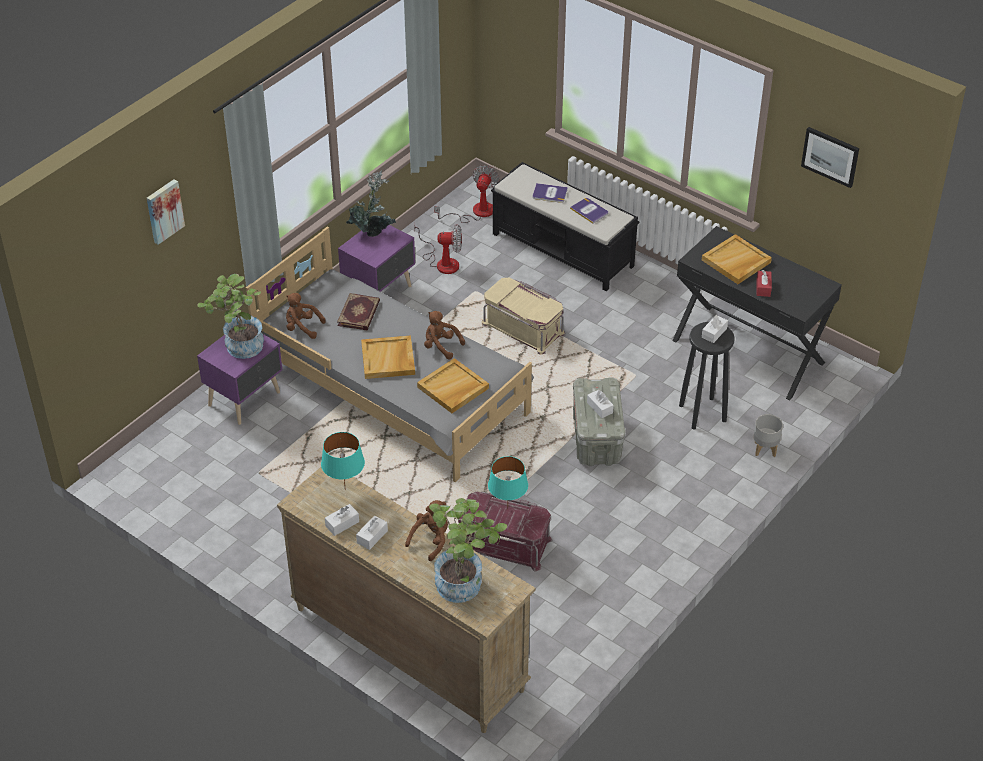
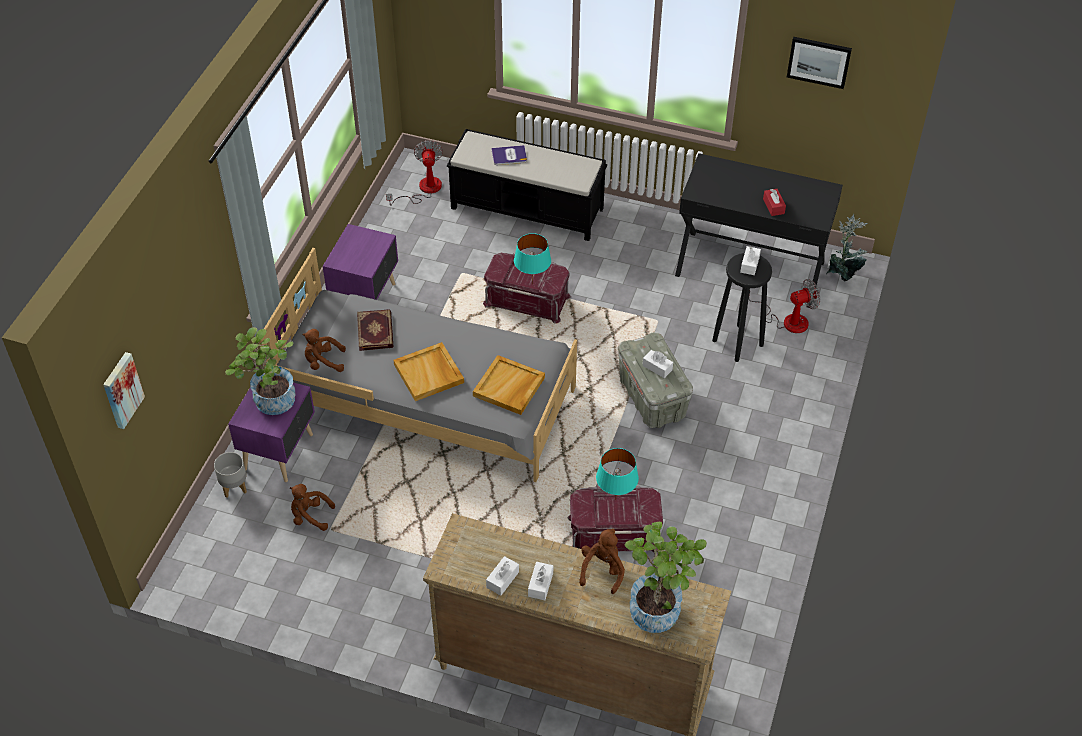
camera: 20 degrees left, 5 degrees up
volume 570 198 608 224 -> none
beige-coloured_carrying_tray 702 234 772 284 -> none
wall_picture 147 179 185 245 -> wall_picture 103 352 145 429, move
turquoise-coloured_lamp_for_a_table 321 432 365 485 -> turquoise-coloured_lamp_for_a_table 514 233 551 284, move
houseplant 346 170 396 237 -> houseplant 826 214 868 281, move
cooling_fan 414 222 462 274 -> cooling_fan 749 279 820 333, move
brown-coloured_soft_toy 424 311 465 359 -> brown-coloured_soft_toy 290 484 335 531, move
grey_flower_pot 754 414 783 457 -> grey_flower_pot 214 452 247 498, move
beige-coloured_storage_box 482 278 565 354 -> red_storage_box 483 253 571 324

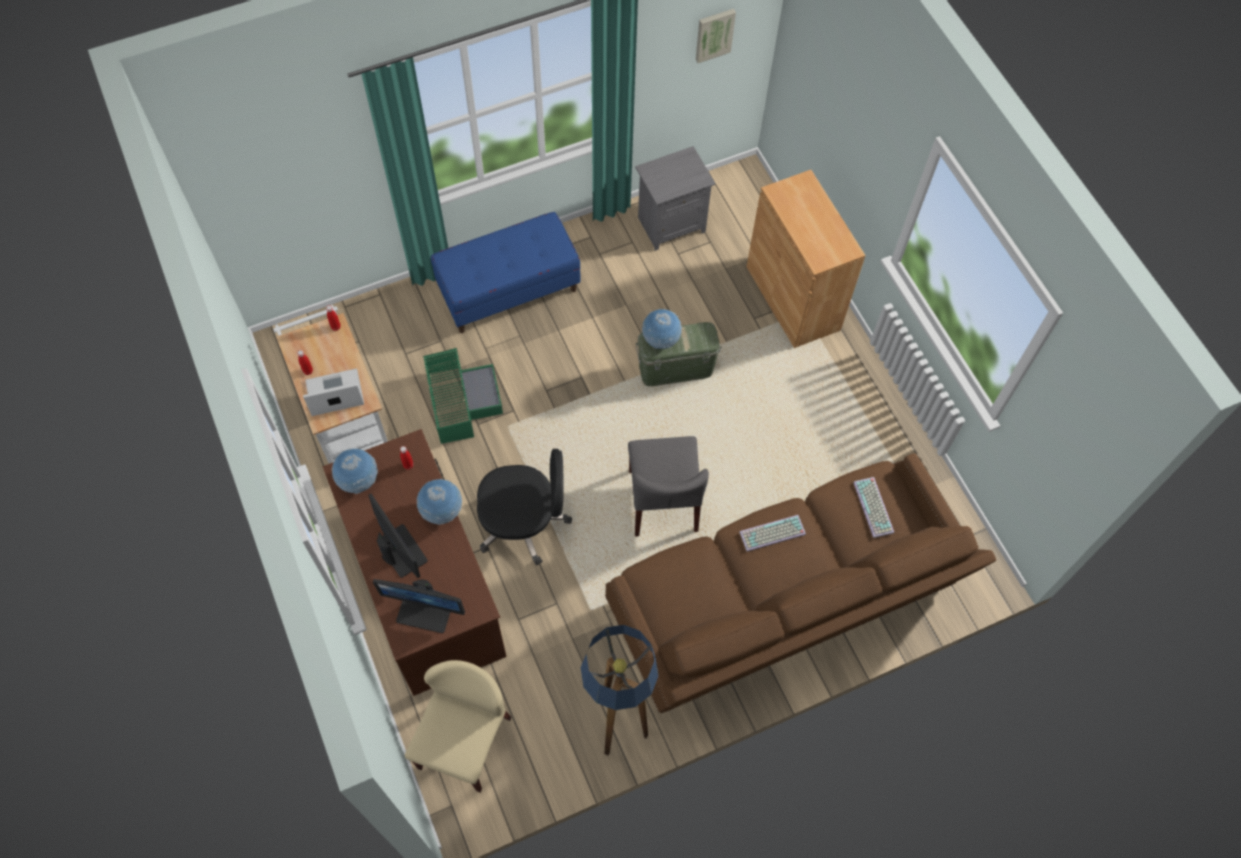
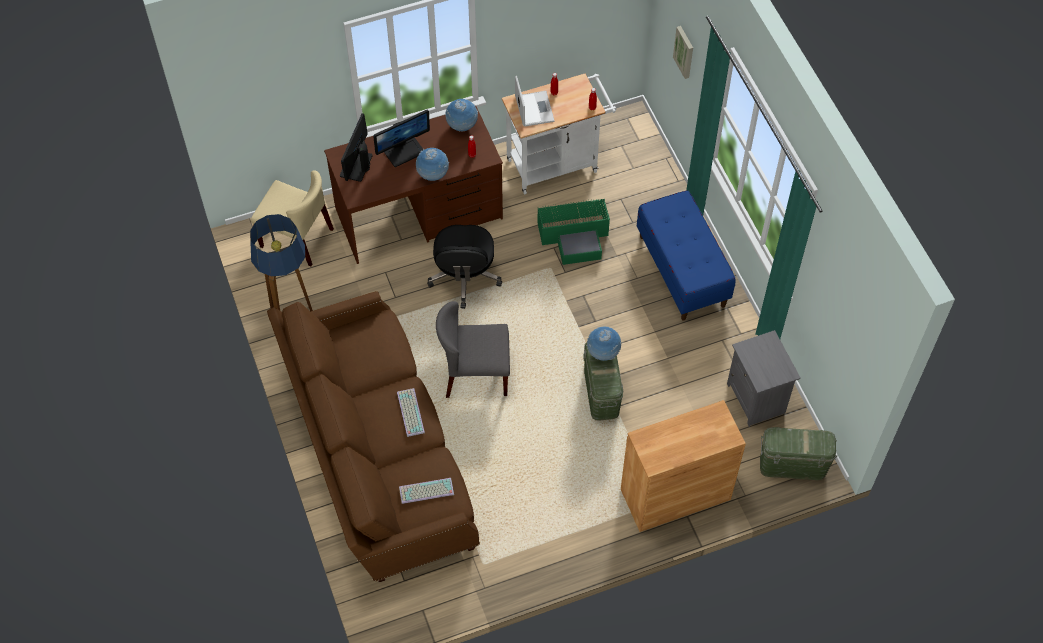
camera: 95 degrees right, 5 degrees down
none -> green-coloured_storage_box 760 427 837 480
wall_picture 696 9 736 63 -> wall_picture 673 26 693 79, move

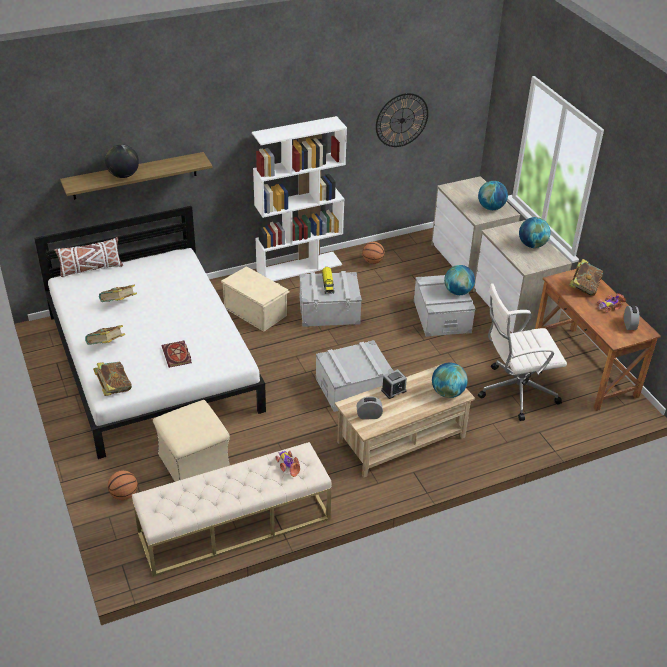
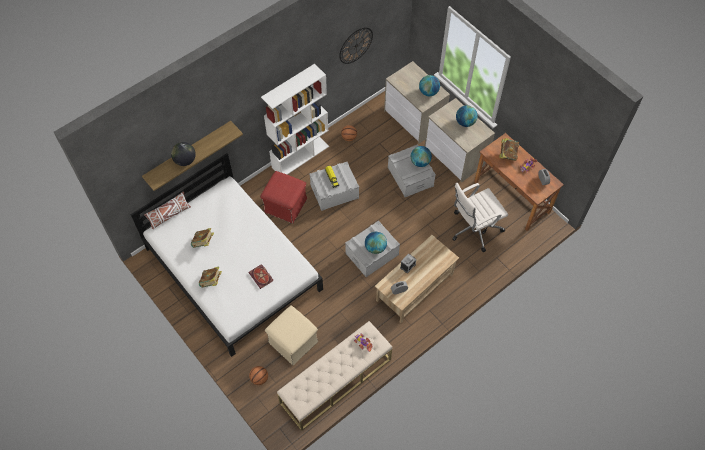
camera: 15 degrees left, 20 degrees up
volume 93 362 132 396 -> none
desk_globe 432 362 468 398 -> desk_globe 365 232 387 254, move
beige-coloured_storage_box 221 266 290 332 -> red_ottoman 260 171 307 224

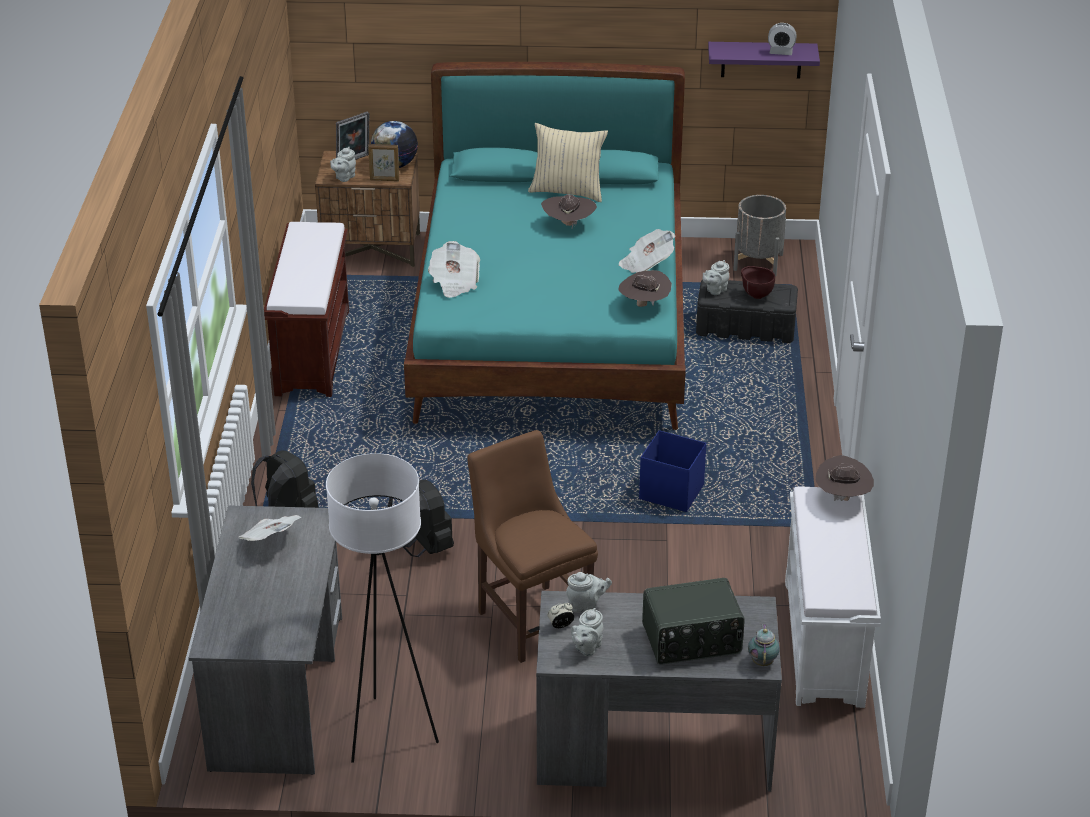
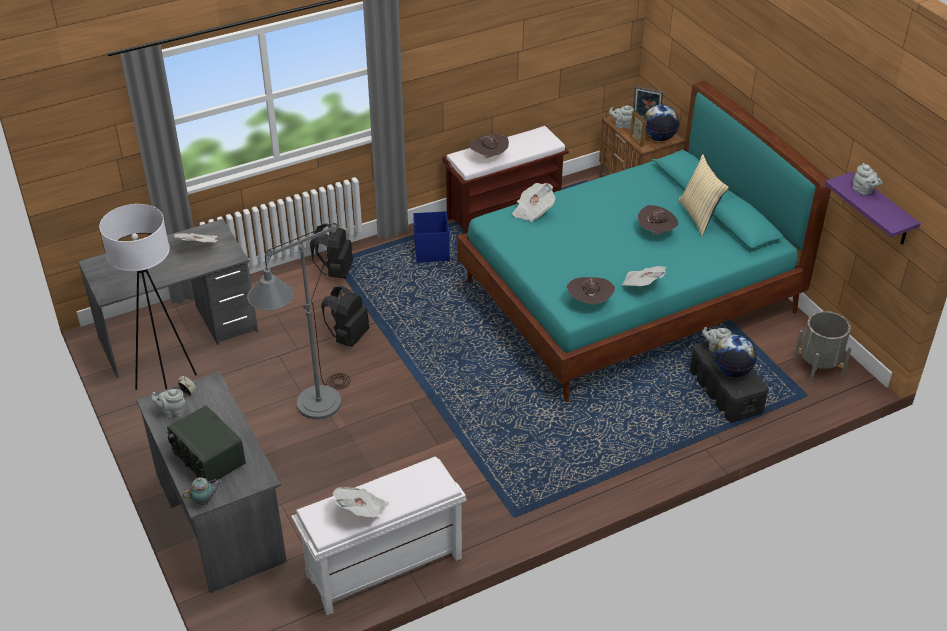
camera: 60 degrees right, 5 degrees up
table_clock 768 23 797 55 -> none
none -> newspaper 333 487 389 518
grey_teapot 566 572 612 613 -> grey_teapot 853 163 883 195, move
blue_storage_box 639 430 706 512 -> blue_storage_box 413 211 450 263, move
brown-coloured_hat 816 455 874 501 -> brown-coloured_hat 470 134 509 159, move
brown-coloured_plain_chair 467 430 598 663 -> grey_standard_lamp 247 223 351 420
brown-coloured_serving_bowl 741 266 775 299 -> desk_globe 713 334 757 377

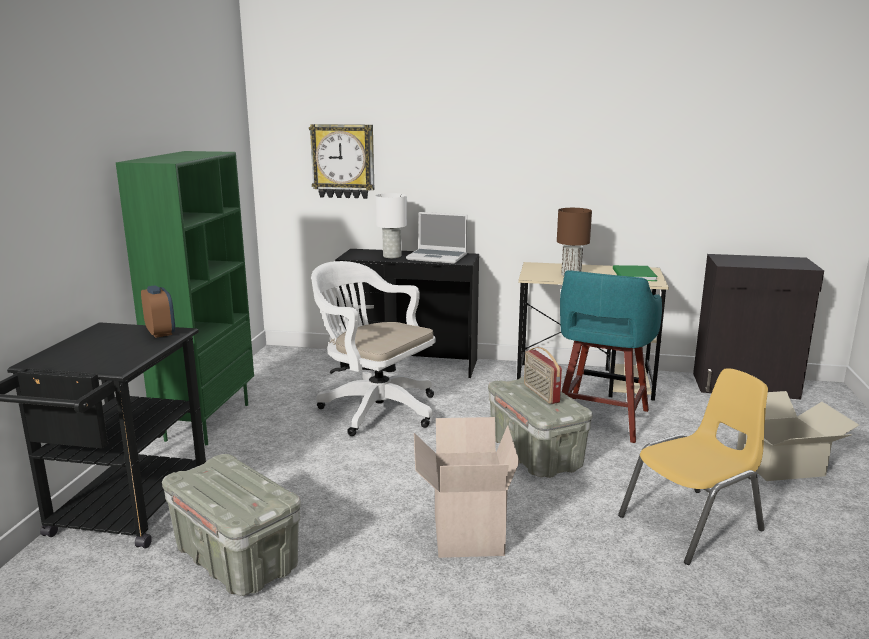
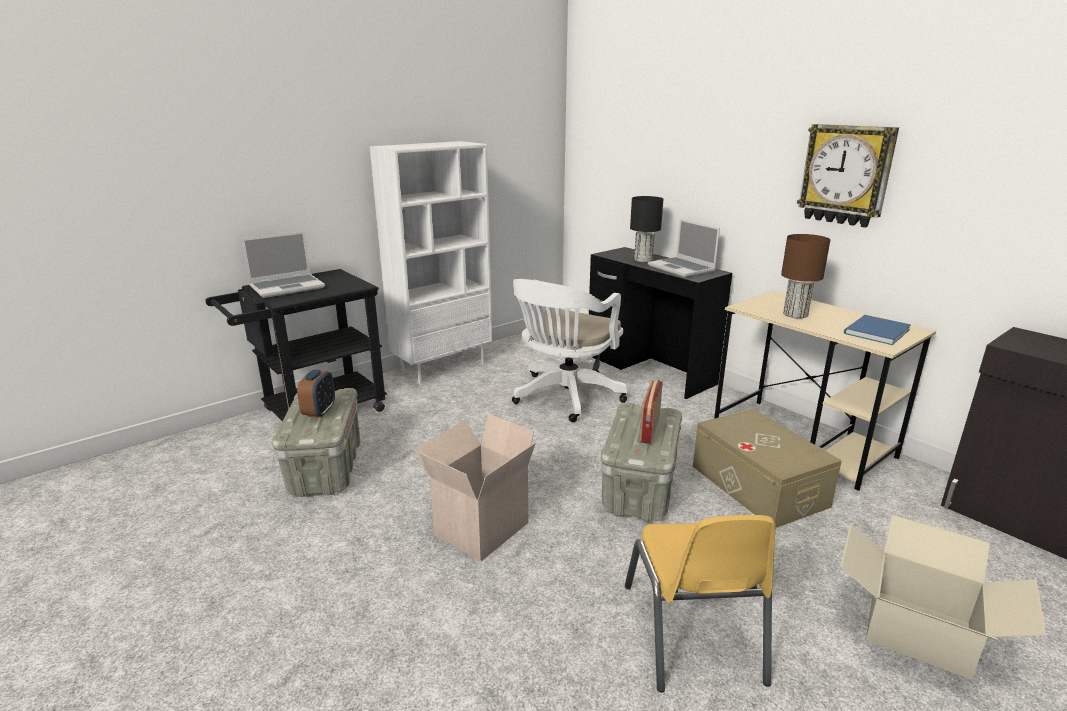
camera: 40 degrees right, 5 degrees up
none -> portable_computer 242 231 325 298
table_clock 141 285 175 338 -> table_clock 297 370 335 418, move
wall_clock 309 124 374 199 -> wall_clock 797 124 899 228, move
turquoise-coloured_stool_seat 560 270 662 443 -> beige-coloured_storage_box 693 409 842 528
green-coloured_bookcase 116 151 254 445 -> white-coloured_bookcase 370 141 493 384
white-coloured_lamp_for_a_table 376 193 407 258 -> black-coloured_lamp_for_a_table 630 196 663 262
green-coloured_volume 613 265 658 281 -> blue_volume 844 315 911 345
white-coloured_computer_chair 311 261 435 436 -> white-coloured_computer_chair 512 279 627 422, 135 degrees counterclockwise
yellow-coloured_plain_chair 618 368 768 565 -> yellow-coloured_plain_chair 625 515 776 692, 75 degrees clockwise

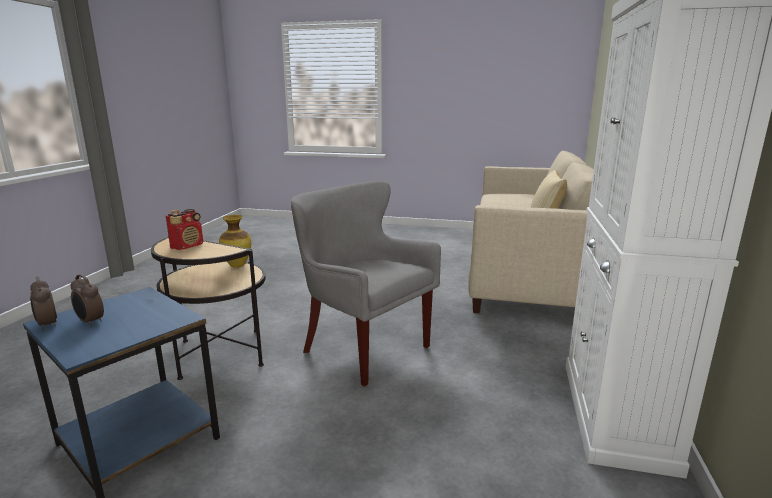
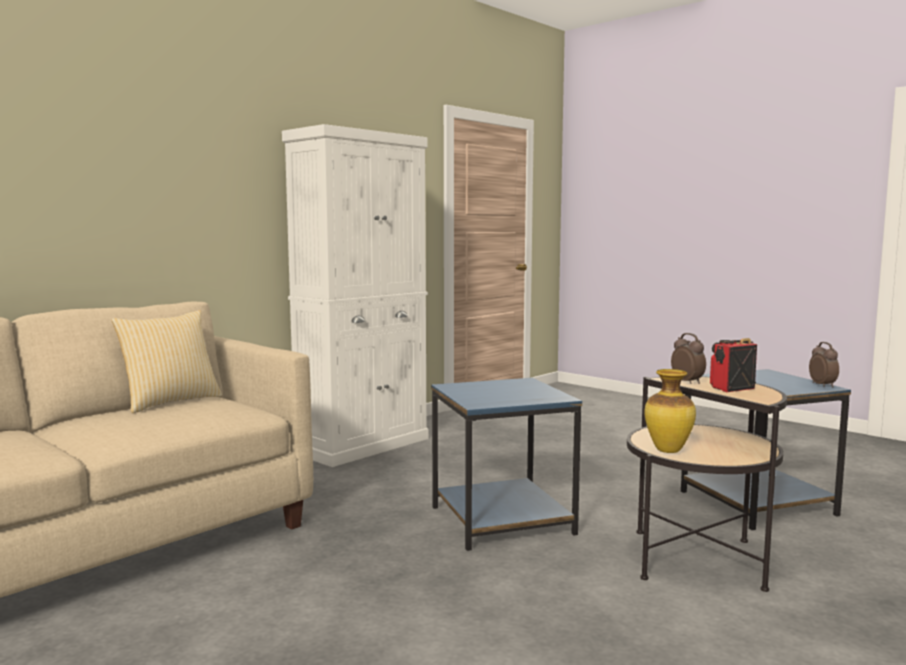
camera: 150 degrees left, 10 degrees down
table_clock 71 274 104 327 -> table_clock 671 333 706 384, move
grey_easy_chair 291 181 441 387 -> blue_side_table 431 378 582 551

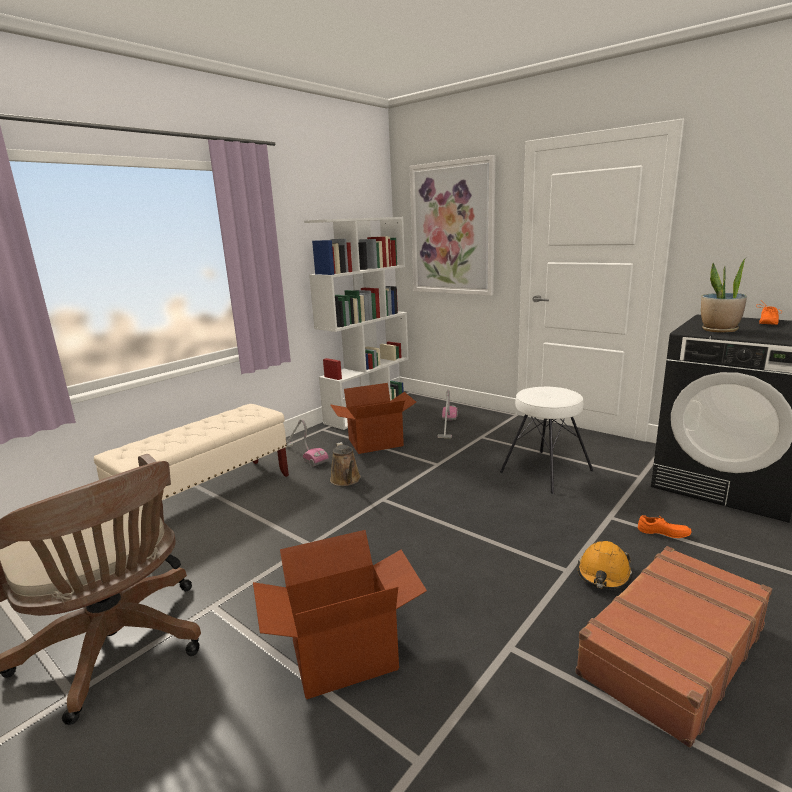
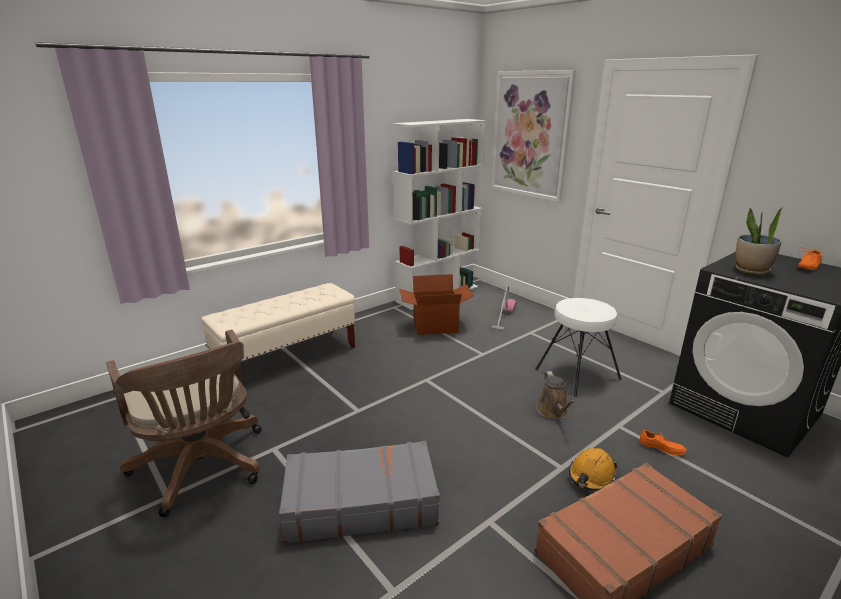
camera: 10 degrees right, 5 degrees up
hoover 285 419 329 467 -> none
brown-coloured_watering_pot 330 442 361 486 -> brown-coloured_watering_pot 536 371 575 419, move
carton 253 530 427 699 -> grey_piece_of_luggage 279 441 440 544

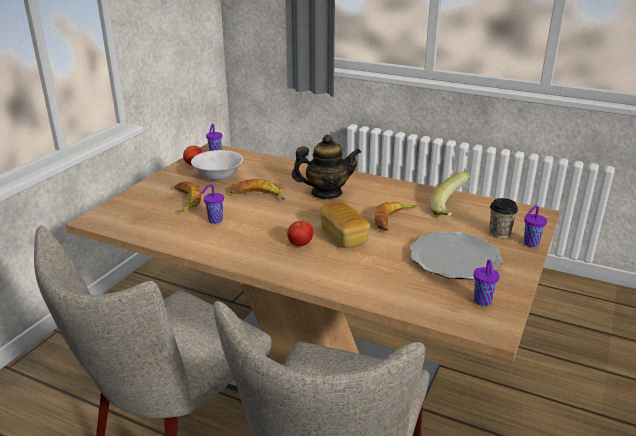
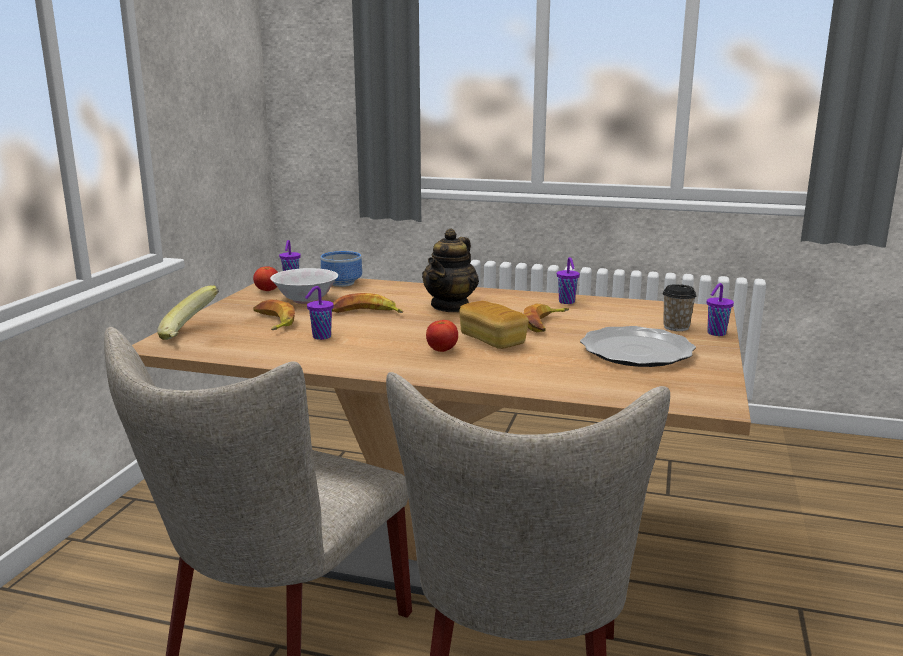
camera: 10 degrees left, 10 degrees down
none -> serving_bowl 321 251 362 287
whole_banana 430 172 471 216 -> whole_banana 157 286 219 340, move
purple-coloured_cup 474 259 500 306 -> purple-coloured_cup 557 257 580 304, move
teapot 292 134 361 199 -> teapot 422 228 479 312, 135 degrees clockwise

